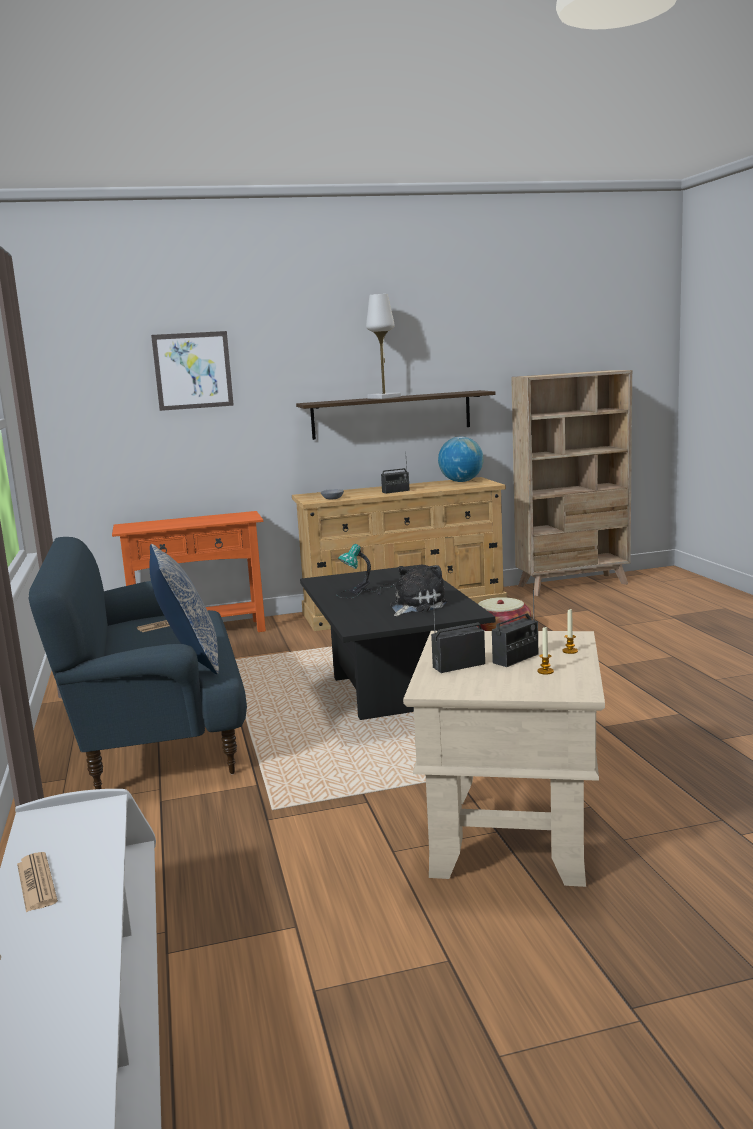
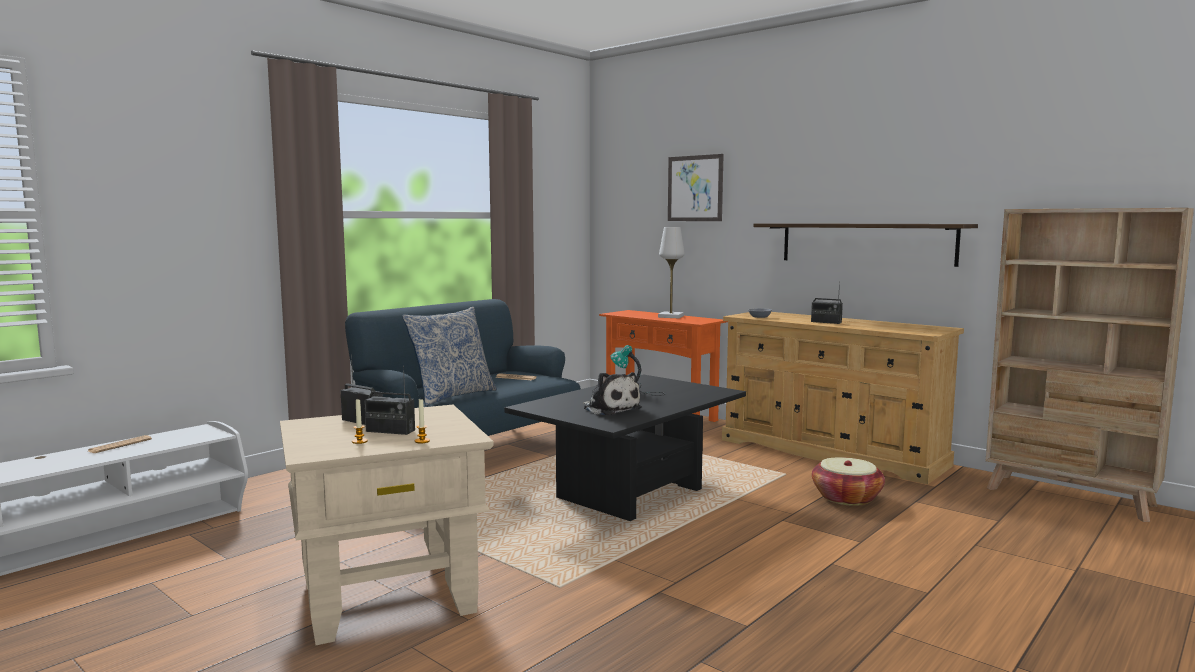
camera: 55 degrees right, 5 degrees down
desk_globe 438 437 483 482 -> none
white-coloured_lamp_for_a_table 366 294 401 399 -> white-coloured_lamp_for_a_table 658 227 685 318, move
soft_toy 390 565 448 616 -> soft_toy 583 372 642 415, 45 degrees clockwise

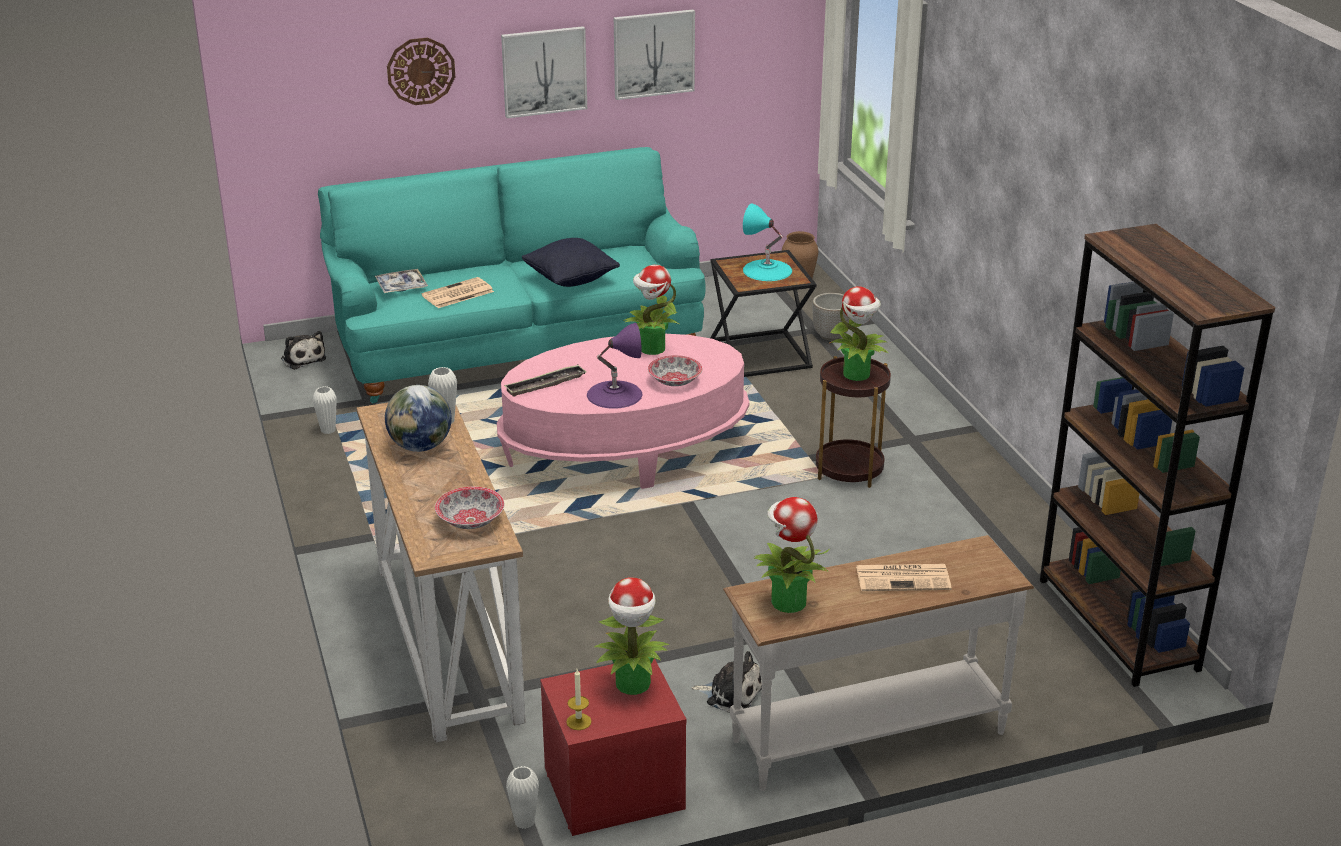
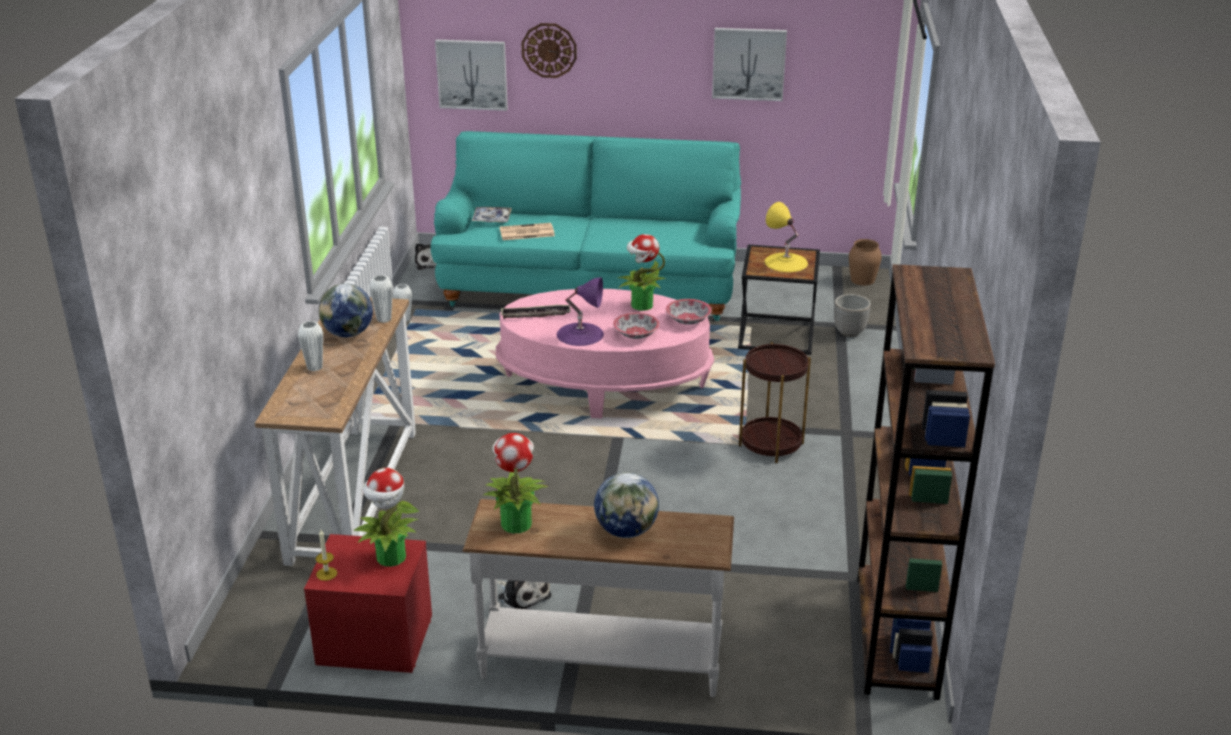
camera: 25 degrees right, 0 degrees up
black-coloured_throw_pillow 522 238 620 287 -> none
houseplant 829 286 889 381 -> none
serving_bowl 435 487 505 529 -> serving_bowl 666 299 712 325, move
wall_picture 501 26 587 118 -> wall_picture 435 40 508 111, move
white-coloured_flower_vase 506 766 539 829 -> white-coloured_flower_vase 298 321 323 371, move
newspaper 856 564 952 591 -> desk_globe 594 472 659 538
turquoise-coloured_lamp_for_a_table 743 203 792 281 -> yellow-coloured_lamp_for_a_table 765 202 808 272

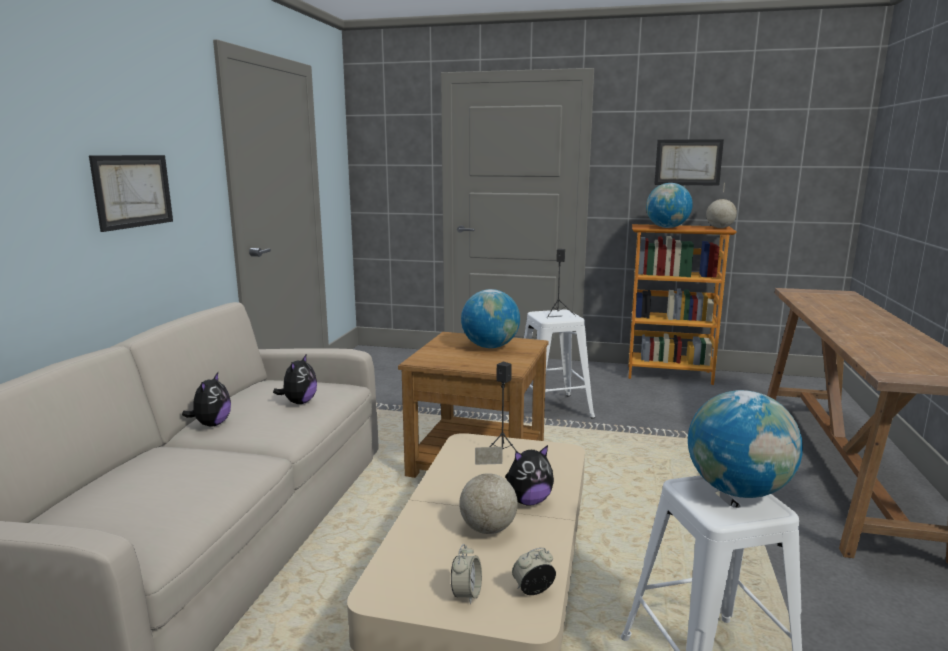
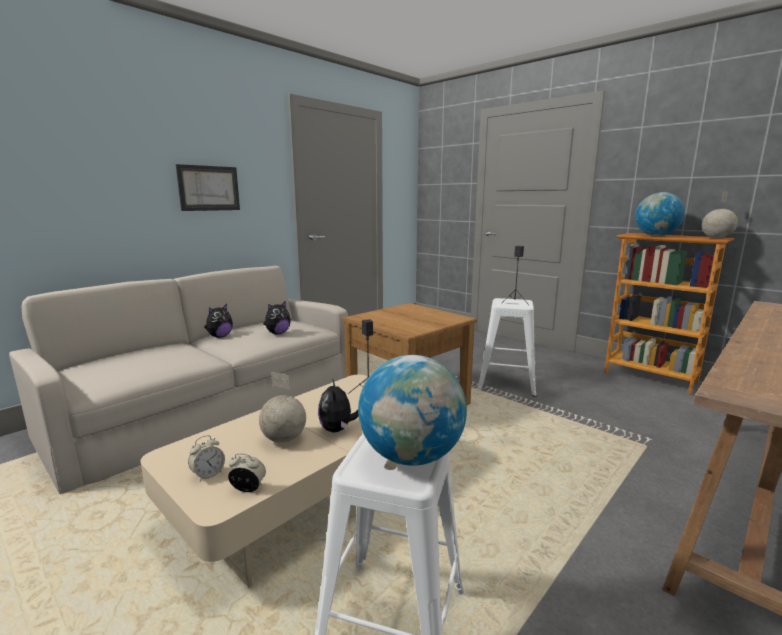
camera: 30 degrees right, 0 degrees up
desk_globe 461 289 520 348 -> none
wall_picture 654 139 724 186 -> none
soft_toy 505 445 554 506 -> soft_toy 318 378 359 432, 75 degrees clockwise

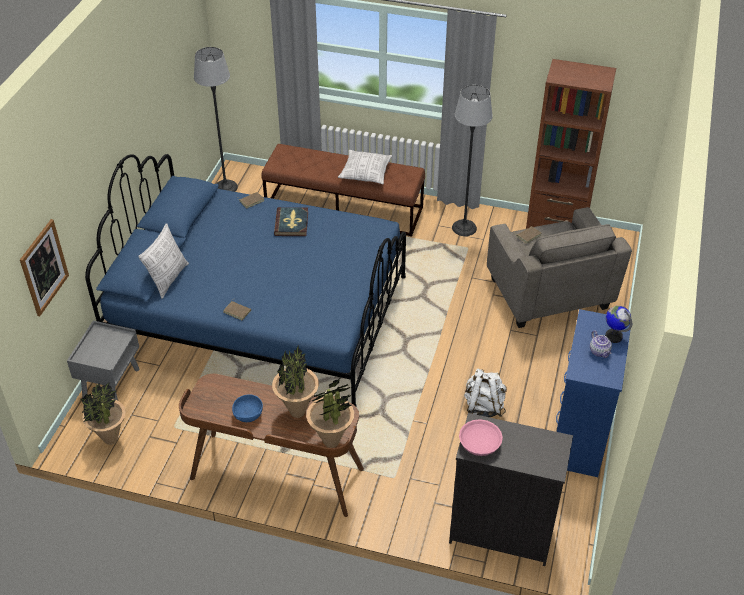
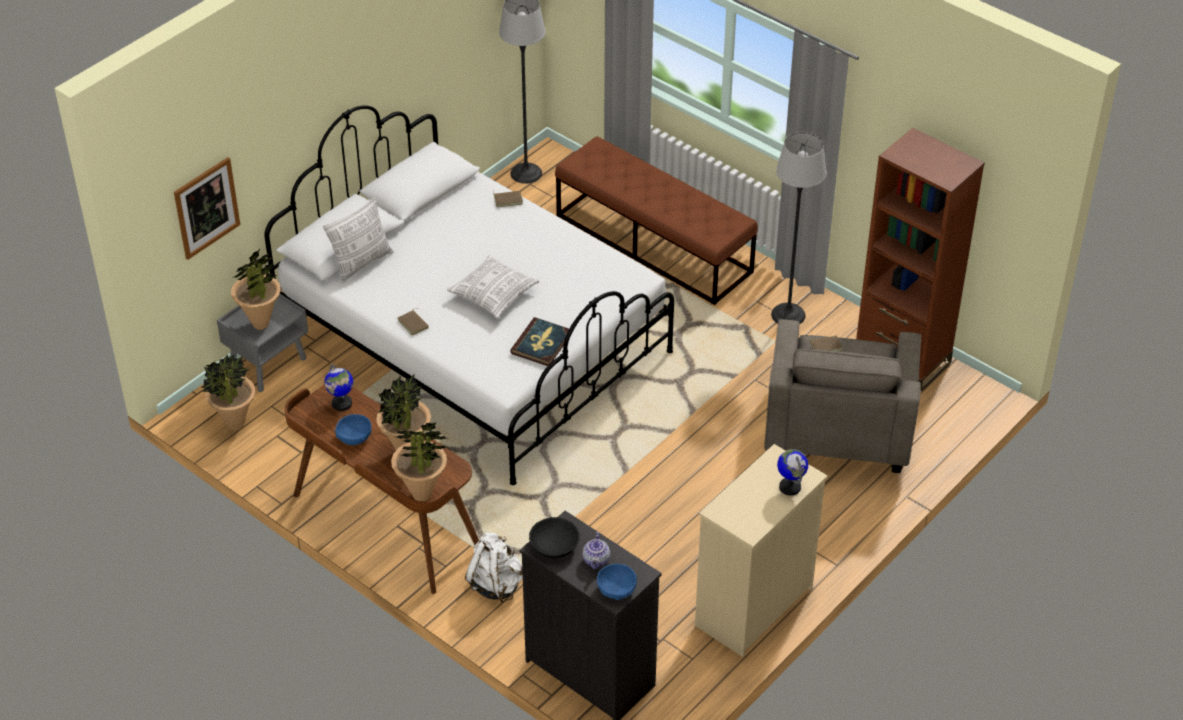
camera: 25 degrees right, 0 degrees up
none -> houseplant 231 249 281 330
none -> desk_globe 324 365 353 411
none -> blue_serving_bowl 597 564 637 600
volume 274 207 308 236 -> volume 511 317 569 366, move
throw_pillow 338 150 393 184 -> throw_pillow 447 255 539 318, move
white-coloured_rucksack 464 369 507 417 -> white-coloured_rucksack 465 533 523 603, move
teapot 590 330 612 358 -> teapot 583 532 610 569, move
blue_bed 85 154 406 406 -> white-coloured_bed 264 105 674 485
pink-coloured_serving_bowl 459 419 503 456 -> black-coloured_serving_bowl 529 517 580 559
blue_dresser 556 309 631 477 -> beige-coloured_dresser 695 444 828 657

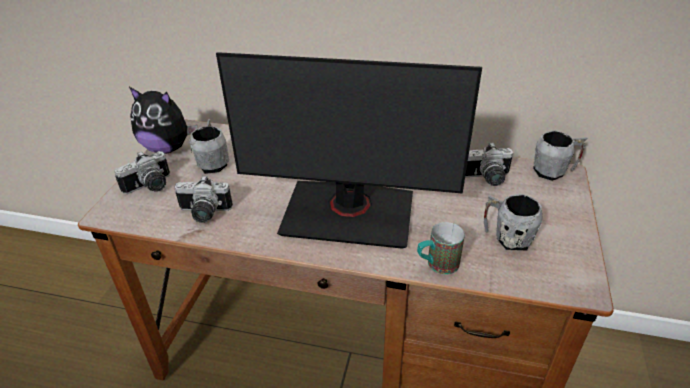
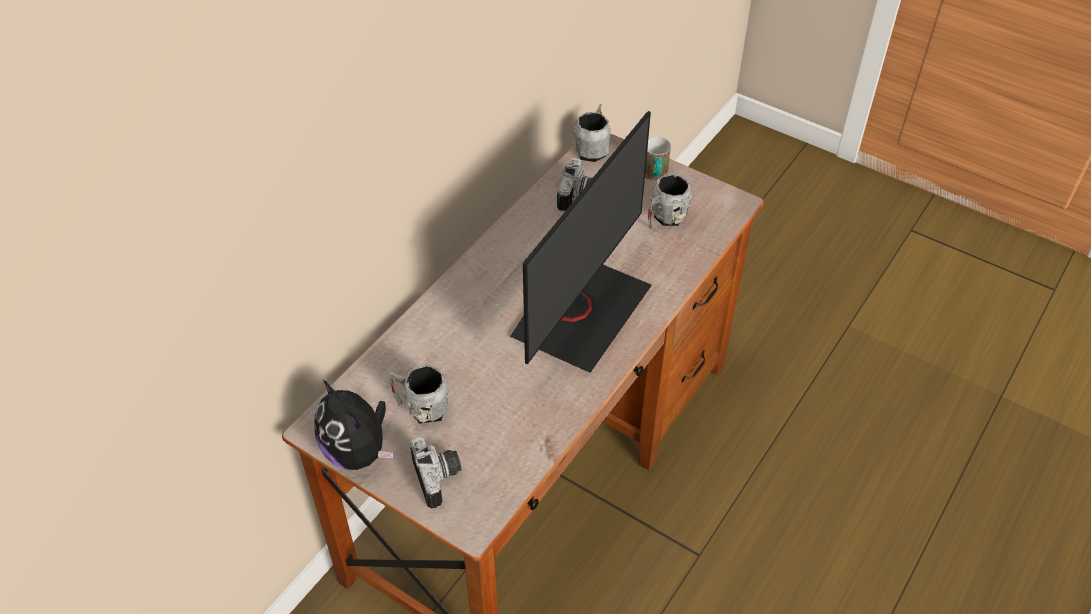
camera: 70 degrees left, 10 degrees up
still_camera 174 176 233 223 -> none
mug 417 222 465 275 -> mug 645 137 671 181, move
soft_toy 129 87 197 154 -> soft_toy 314 380 393 470, 105 degrees clockwise

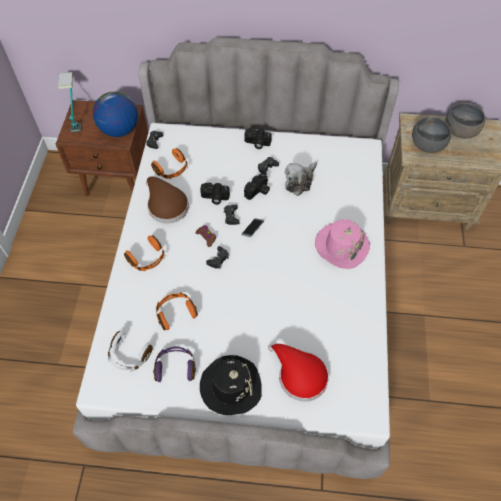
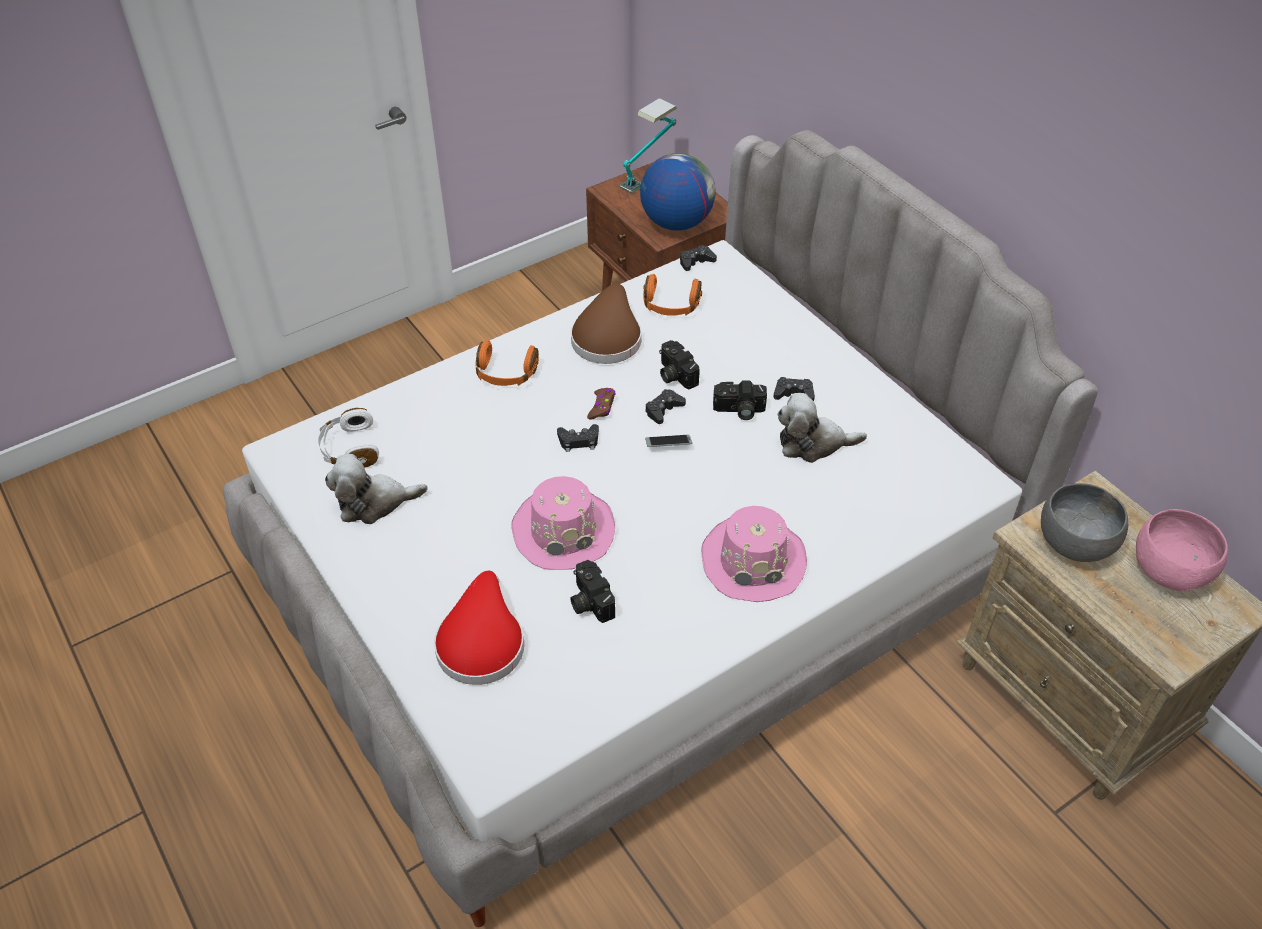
camera: 50 degrees right, 10 degrees down
orange_headphones 156 292 198 330 -> none
black-coloured_hat 200 355 262 415 -> none
none -> pink-coloured_hat 511 476 615 570
still_camera 244 128 272 149 -> still_camera 571 560 615 623, move
purple-coloured_headphones 153 346 196 382 -> soft_toy 325 454 428 524
grey_serving_bowl 446 103 485 138 -> pink-coloured_serving_bowl 1136 509 1228 591

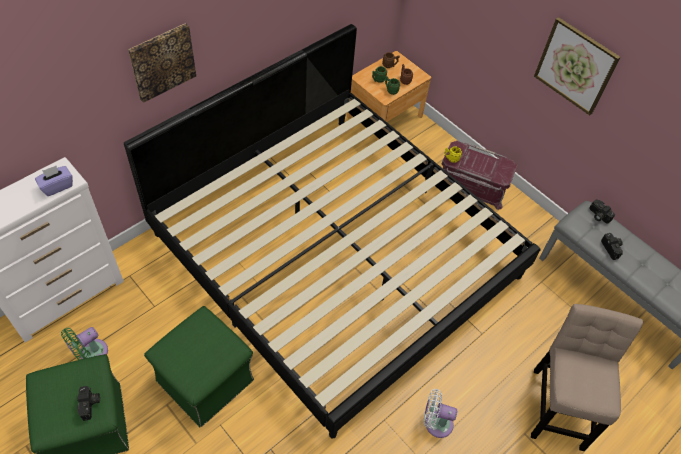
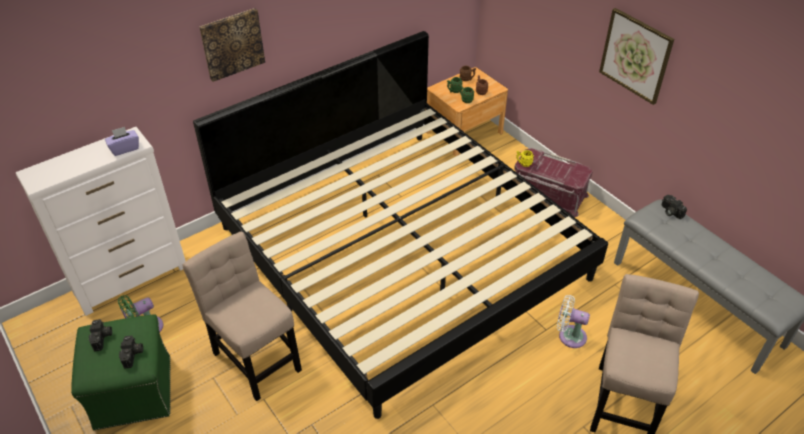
camera: 10 degrees right, 10 degrees down
white-coloured_cooling_fan 423 389 457 438 -> white-coloured_cooling_fan 557 295 590 348, move
still_camera 601 233 623 260 -> still_camera 89 319 112 351, move
green-coloured_ottoman 144 306 254 427 -> beige-coloured_plain_chair 183 231 302 401

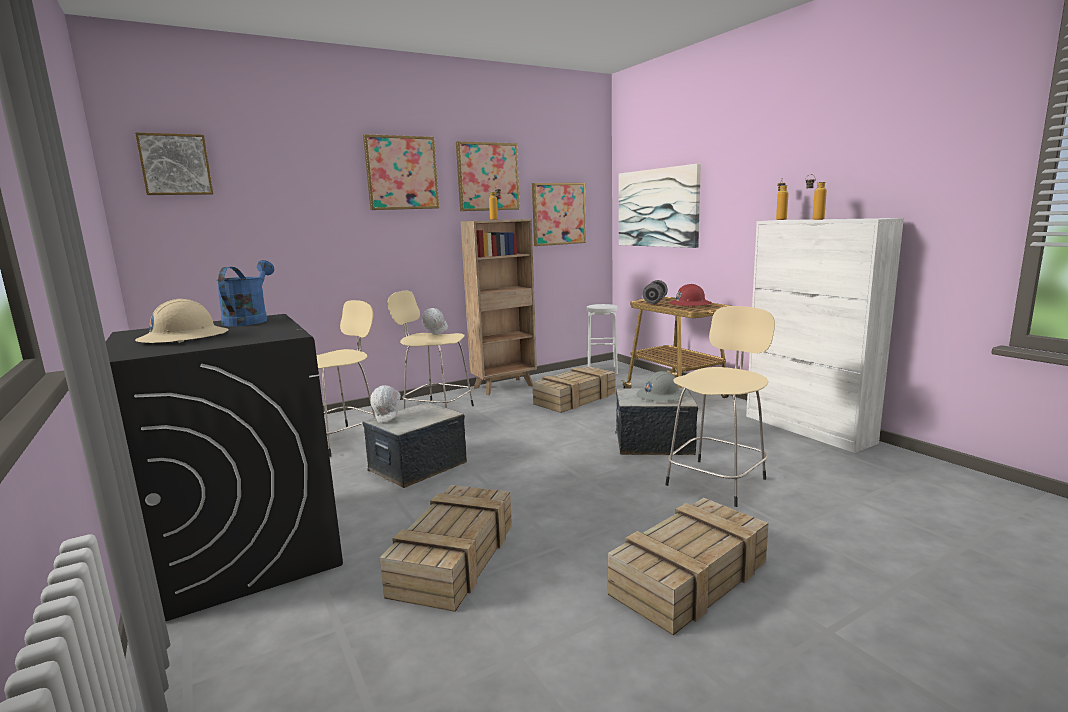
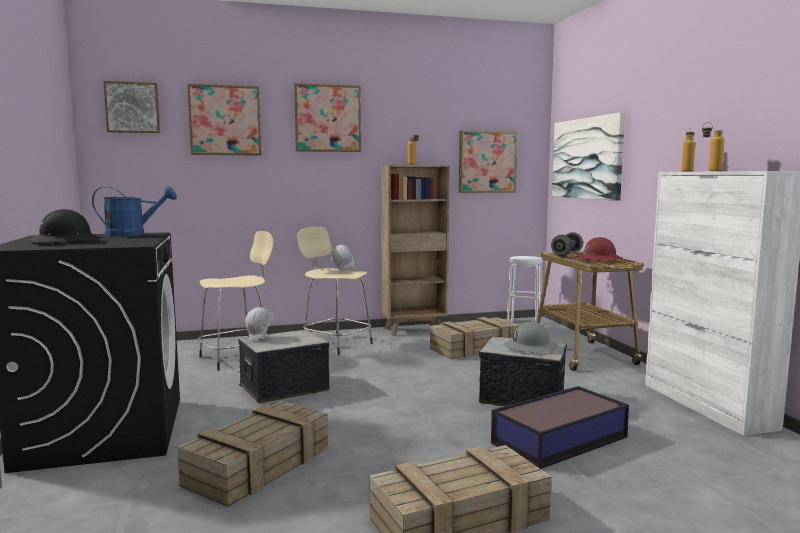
camera: 15 degrees right, 5 degrees down
wall_picture 456 141 520 211 -> wall_picture 187 84 262 155, move
beige-coloured_stool_seat 665 306 775 507 -> storage_box 491 386 629 469
beige-coloured_work_helmet 135 299 229 343 -> black-coloured_work_helmet 27 209 102 244
blue_watering_pot 216 260 274 326 -> blue_watering_pot 92 186 177 237, 60 degrees clockwise

